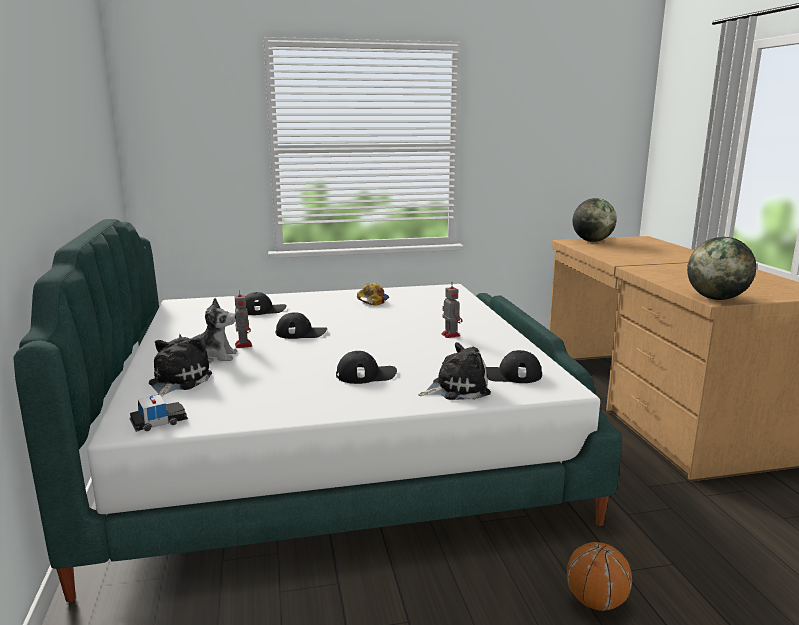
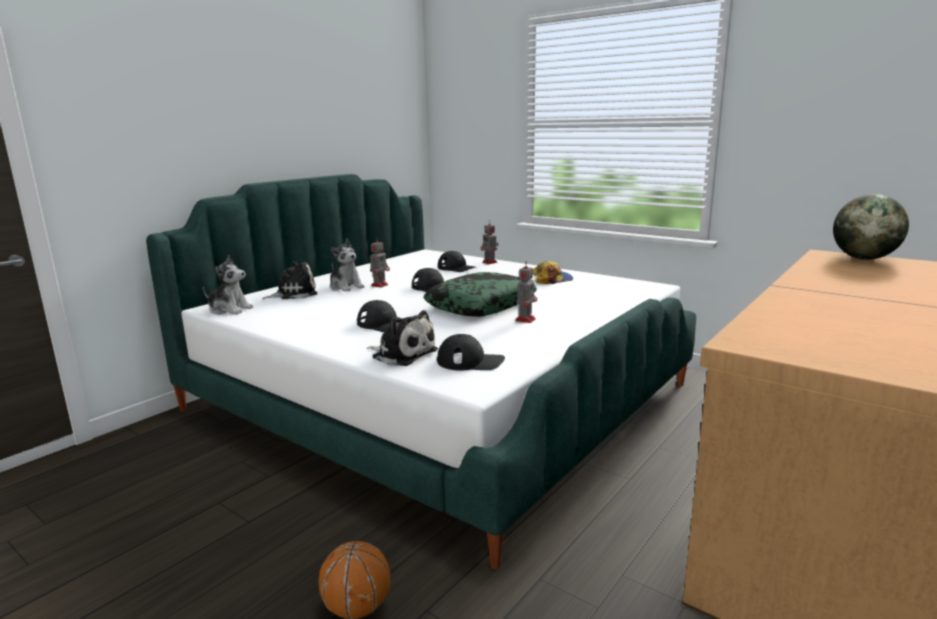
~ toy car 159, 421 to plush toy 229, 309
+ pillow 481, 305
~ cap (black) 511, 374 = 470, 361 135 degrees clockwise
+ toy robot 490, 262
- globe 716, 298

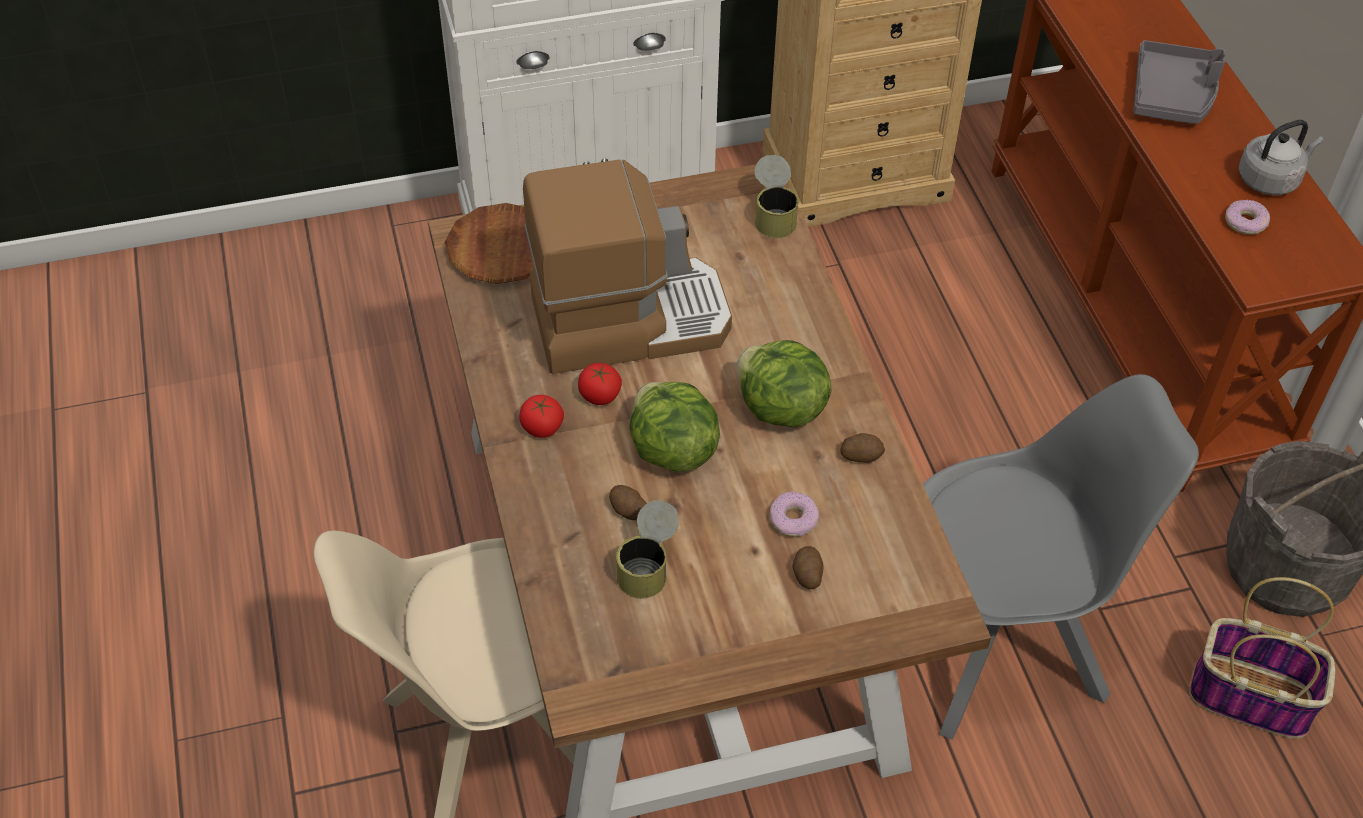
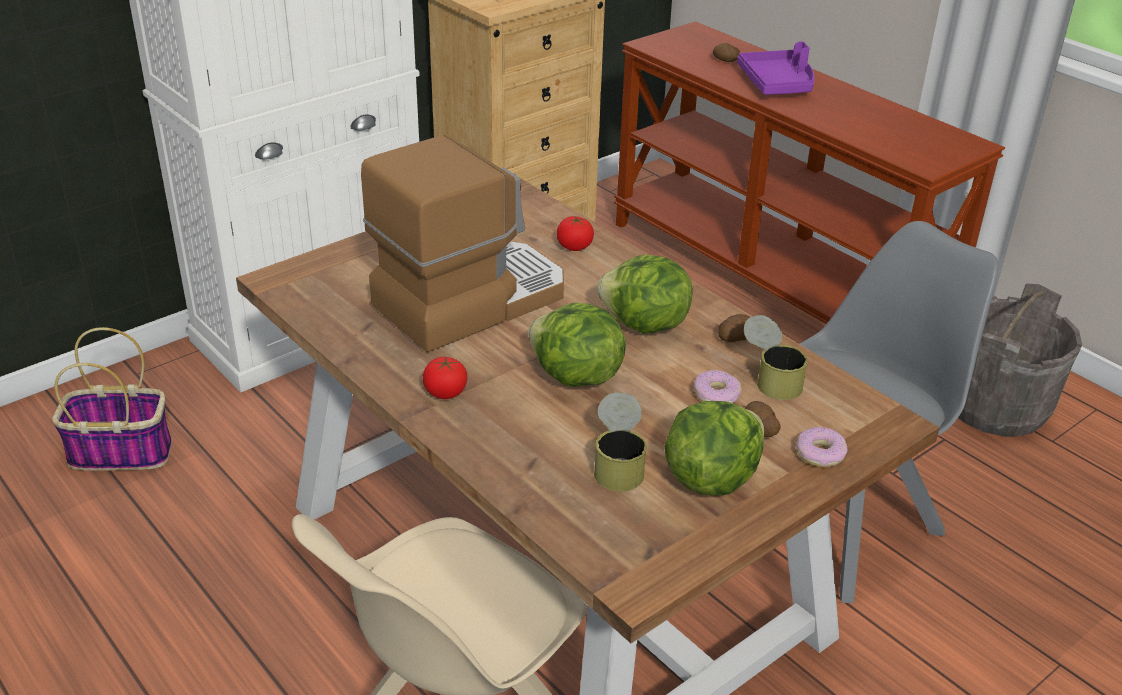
~ basket 1252, 697 to 123, 452
~ tomato 599, 395 to 574, 246
+ lettuce 710, 477
~ potato 627, 510 to 725, 60
~ tray (grey) 1173, 95 to tray (purple) 777, 84
~ can 774, 214 to 770, 378
~ donut 1245, 222 to 820, 454
- plate (brown) 502, 250
- kettle (grey) 1270, 179

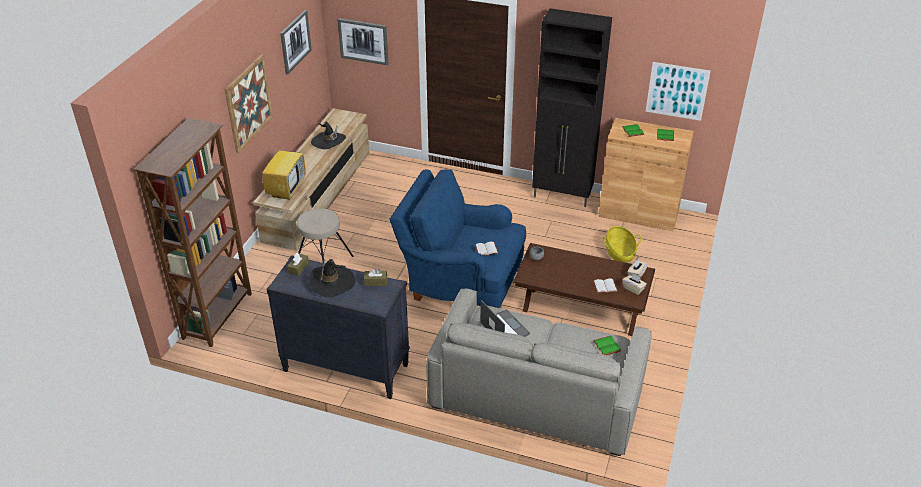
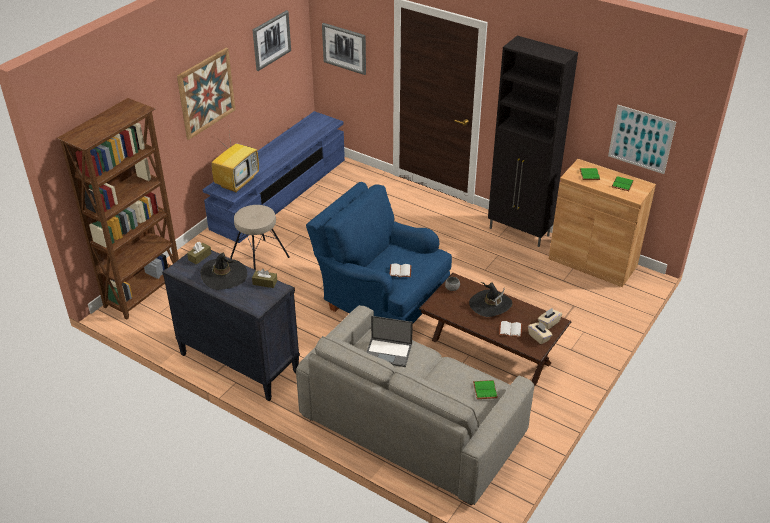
~ tv stand (beige) 318, 196 to tv stand (blue) 280, 194
~ laptop 504, 328 = 389, 352 120 degrees clockwise
~ hat (black) 328, 141 to 490, 305
- basket 619, 253

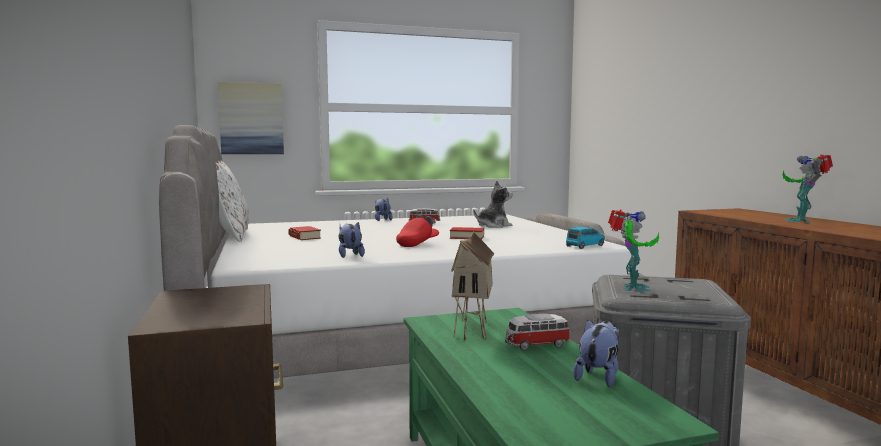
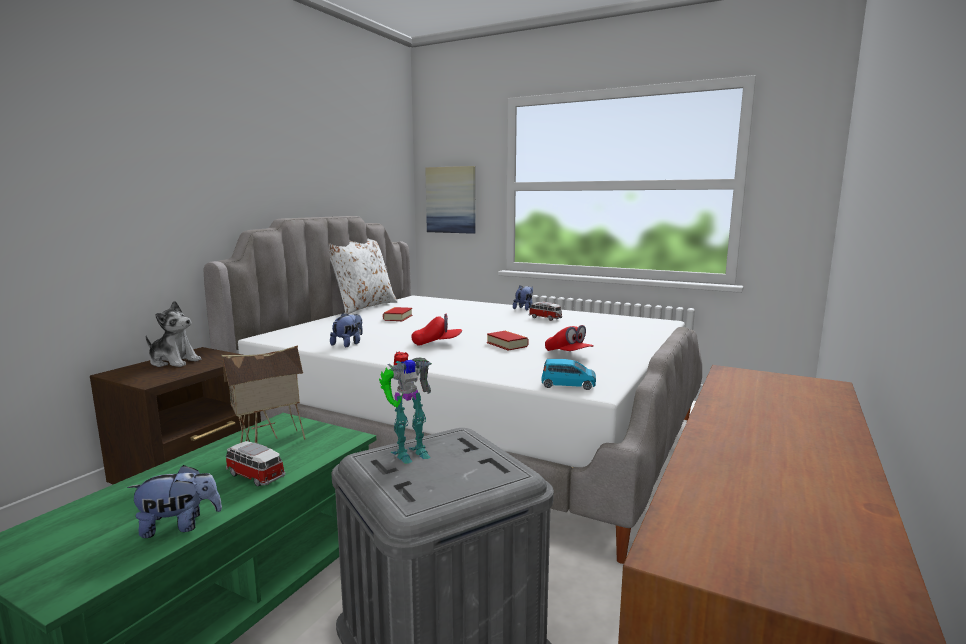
~ plush toy 493, 226 to 174, 361
+ cap (red) 568, 354
- toy robot 802, 221

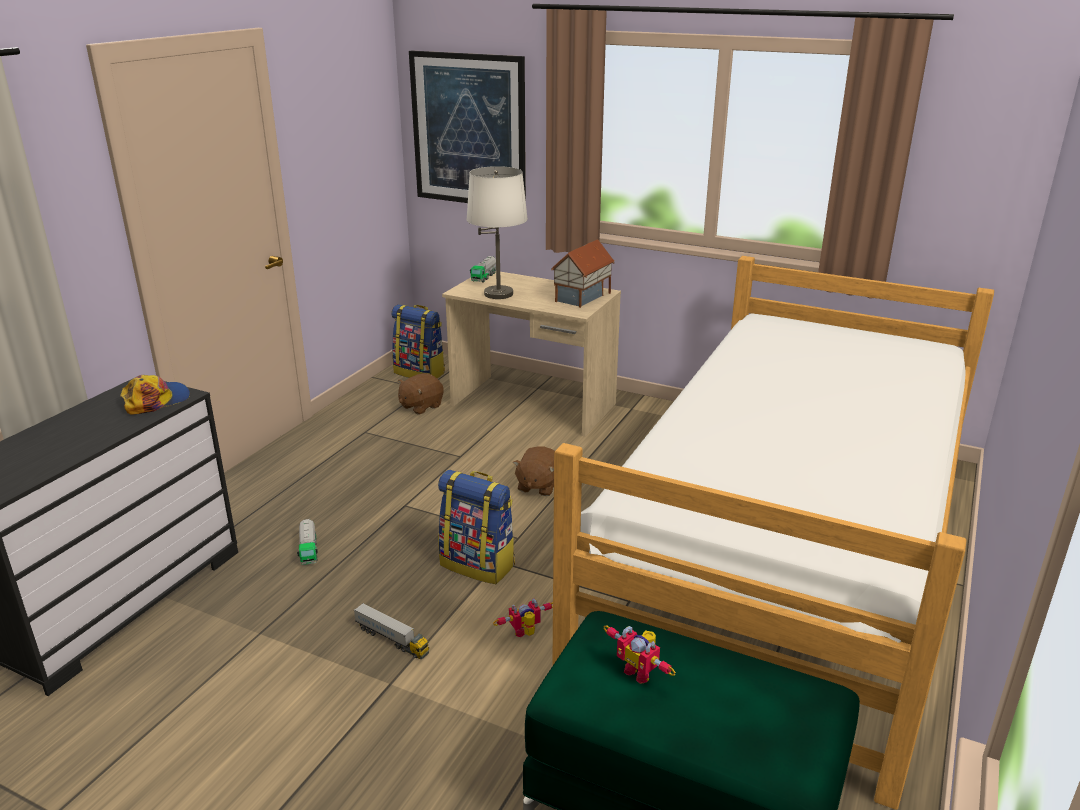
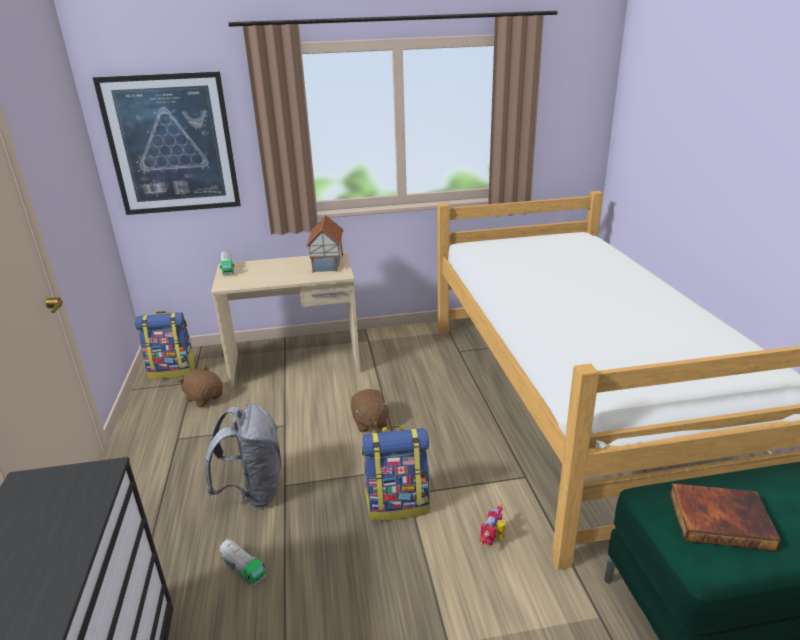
~ plush toy (brown) 420, 406 = 204, 398 120 degrees clockwise
+ backpack (grey) 253, 491
~ toy robot 640, 671 to book 720, 519
- cap 156, 400
- toy truck 392, 640
- table lamp (white) 498, 294

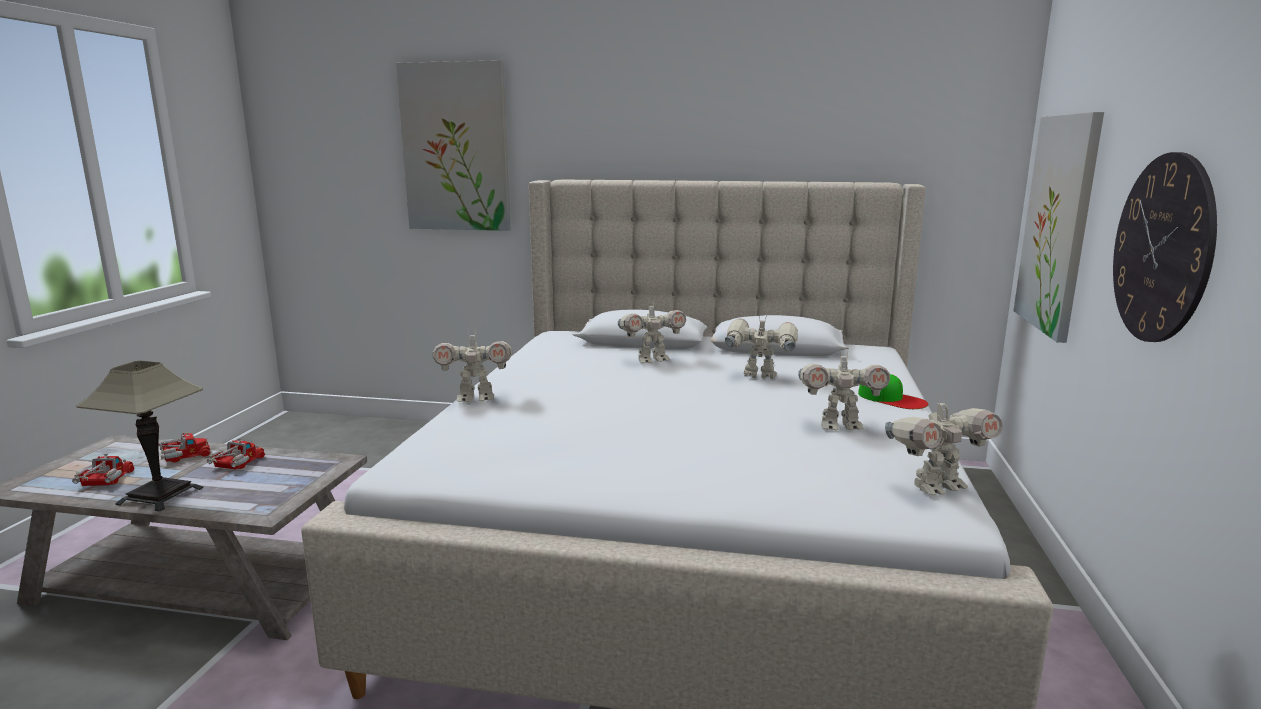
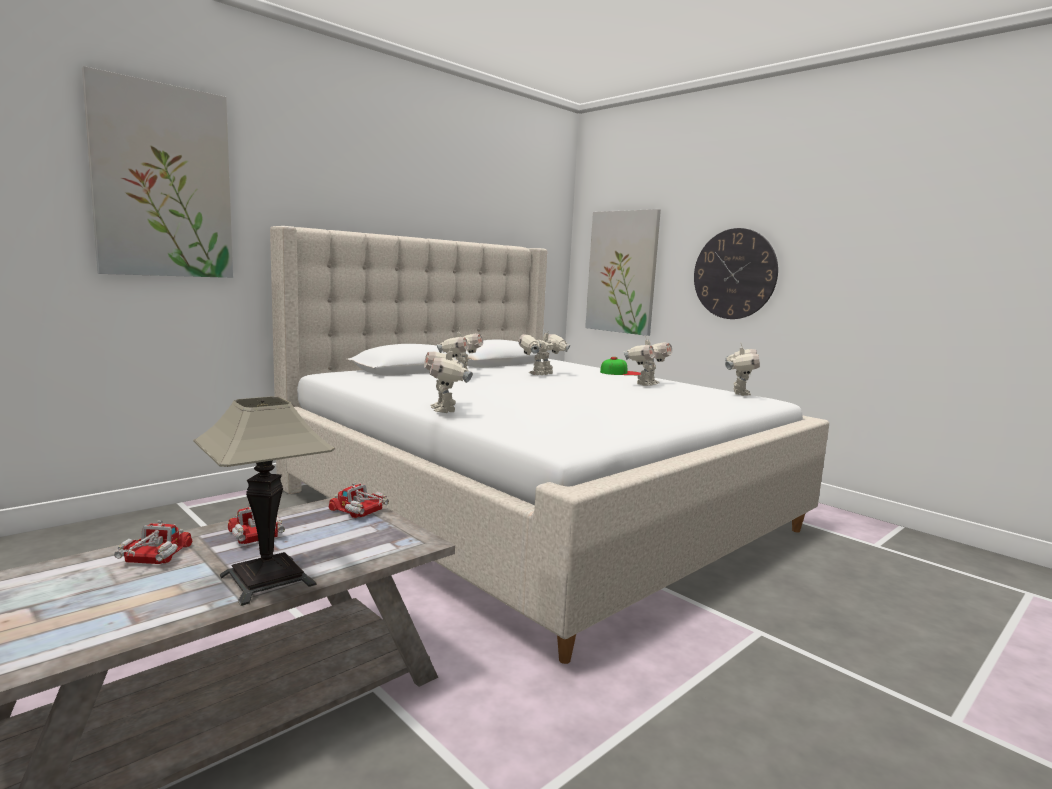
~ toy truck 104, 482 to 361, 512
~ toy robot 475, 398 = 445, 410 135 degrees clockwise

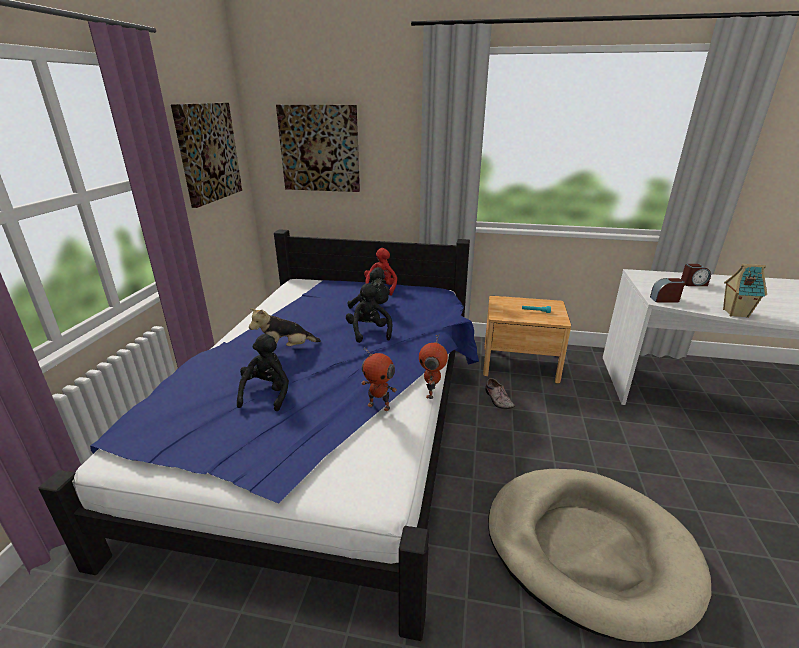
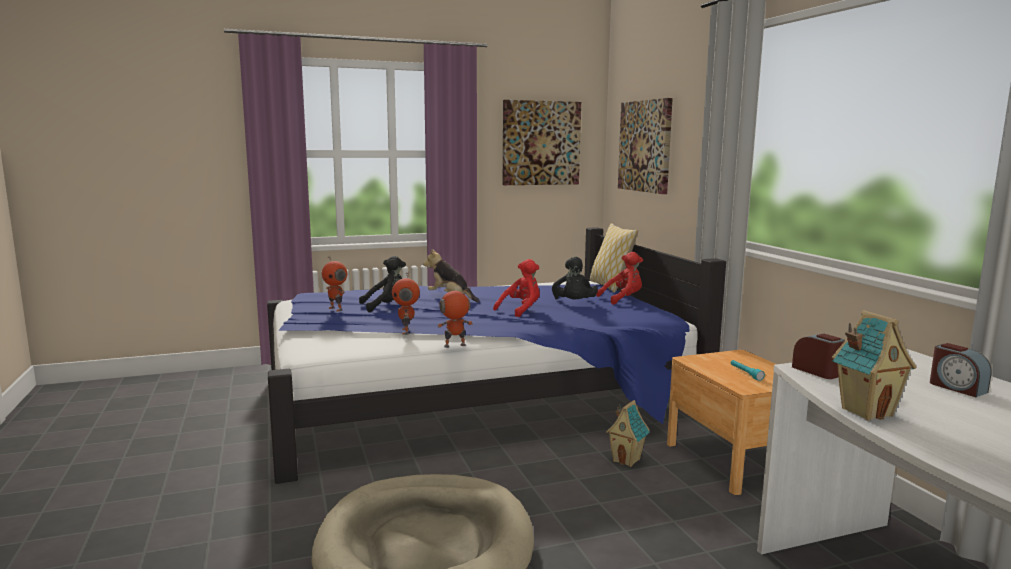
+ toy robot 336, 309
~ plush toy (black) 369, 332 to plush toy (red) 521, 311
+ pillow 610, 286
~ shoe 497, 399 to toy house 627, 460

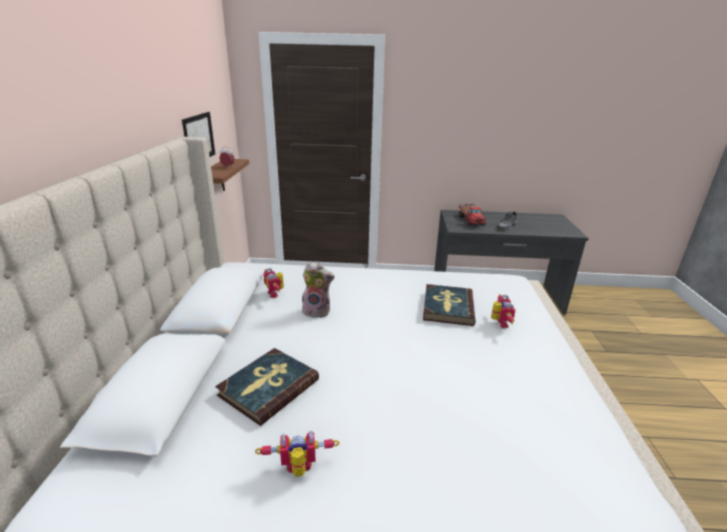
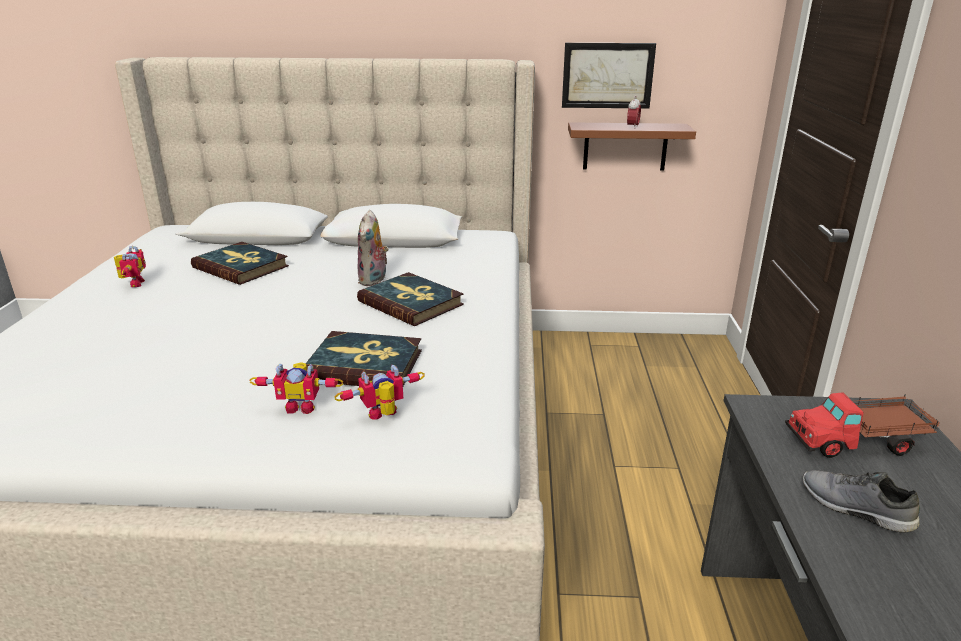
~ toy robot 275, 293 to 384, 416
+ book 411, 303

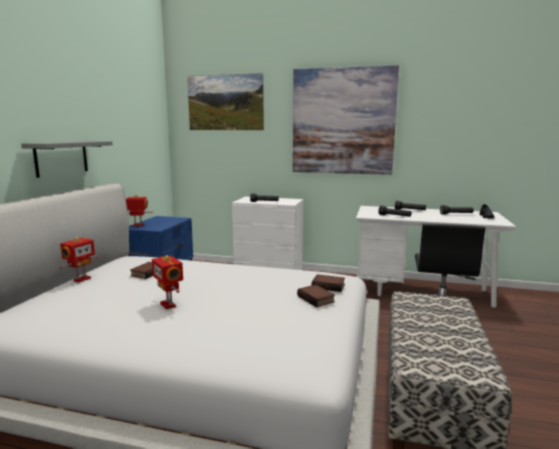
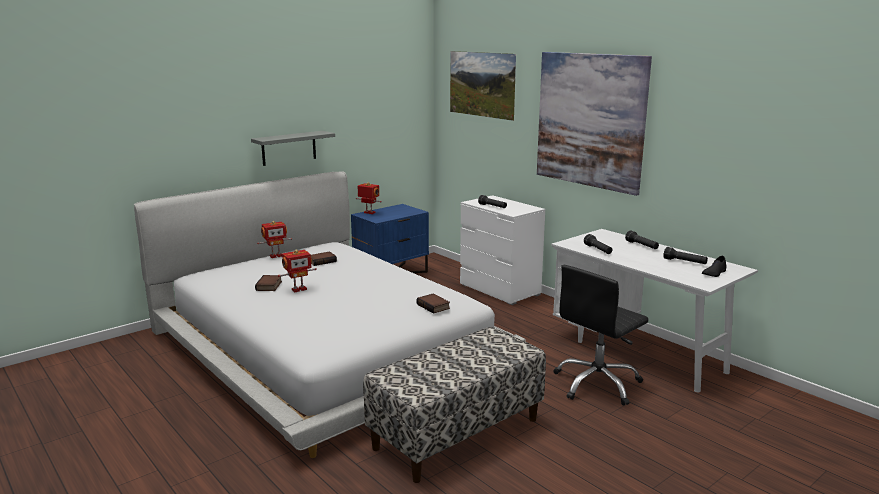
~ book 317, 299 to 269, 286
~ toy robot 169, 305 = 298, 289 120 degrees counterclockwise

